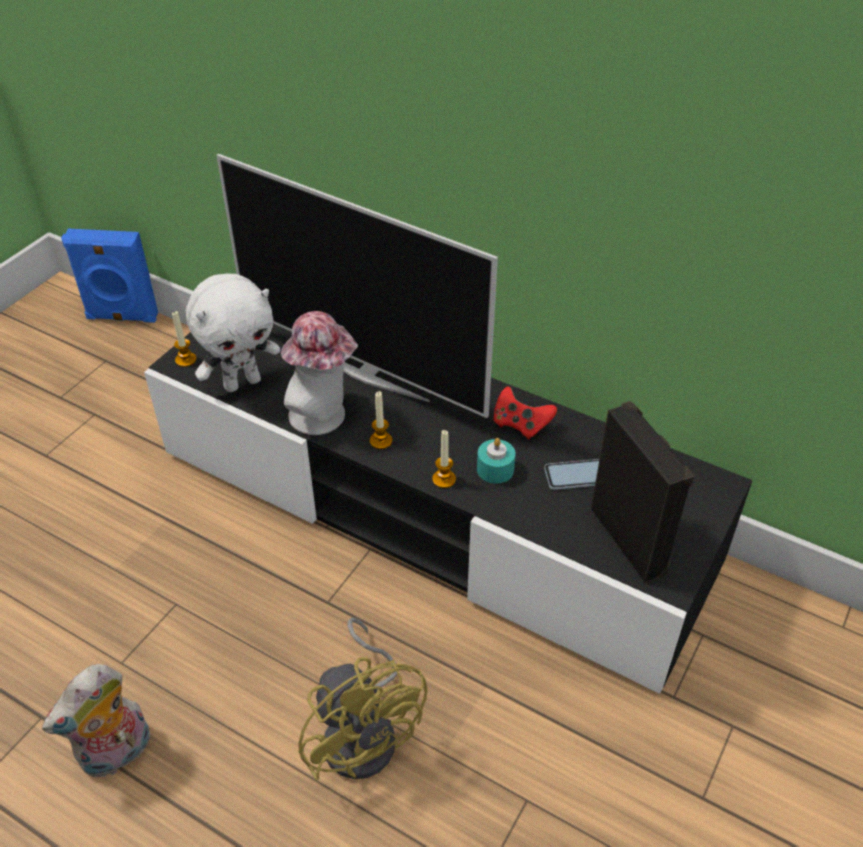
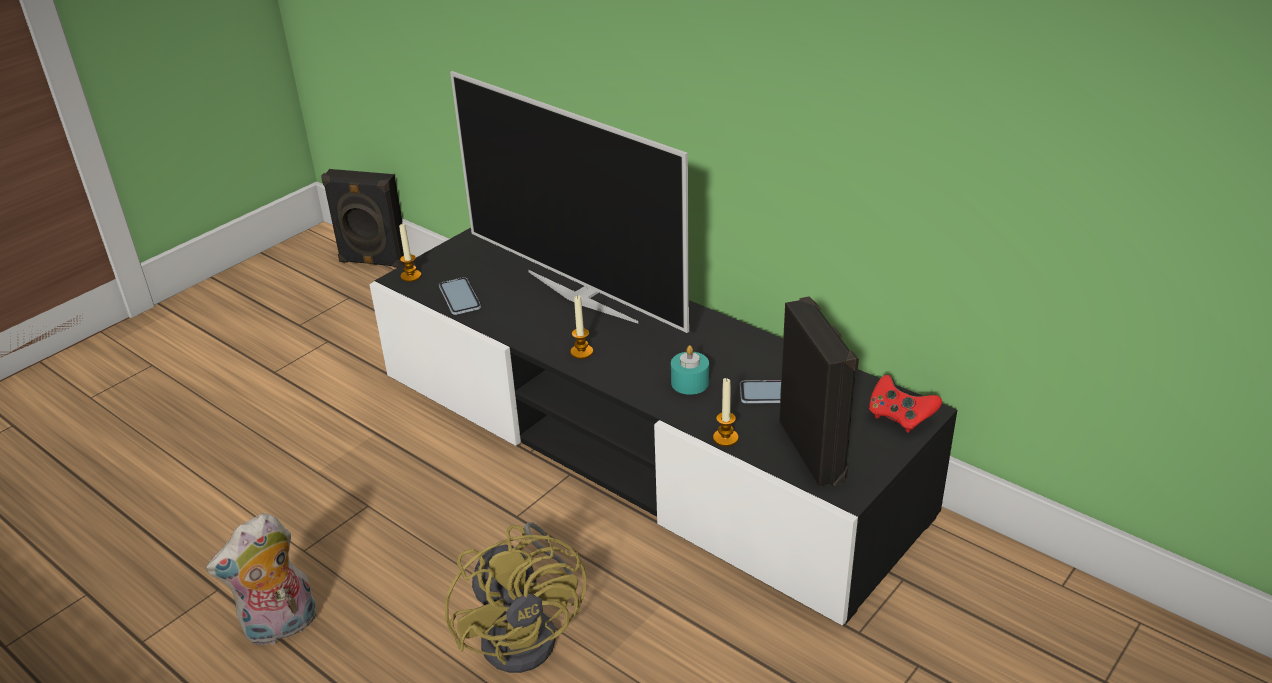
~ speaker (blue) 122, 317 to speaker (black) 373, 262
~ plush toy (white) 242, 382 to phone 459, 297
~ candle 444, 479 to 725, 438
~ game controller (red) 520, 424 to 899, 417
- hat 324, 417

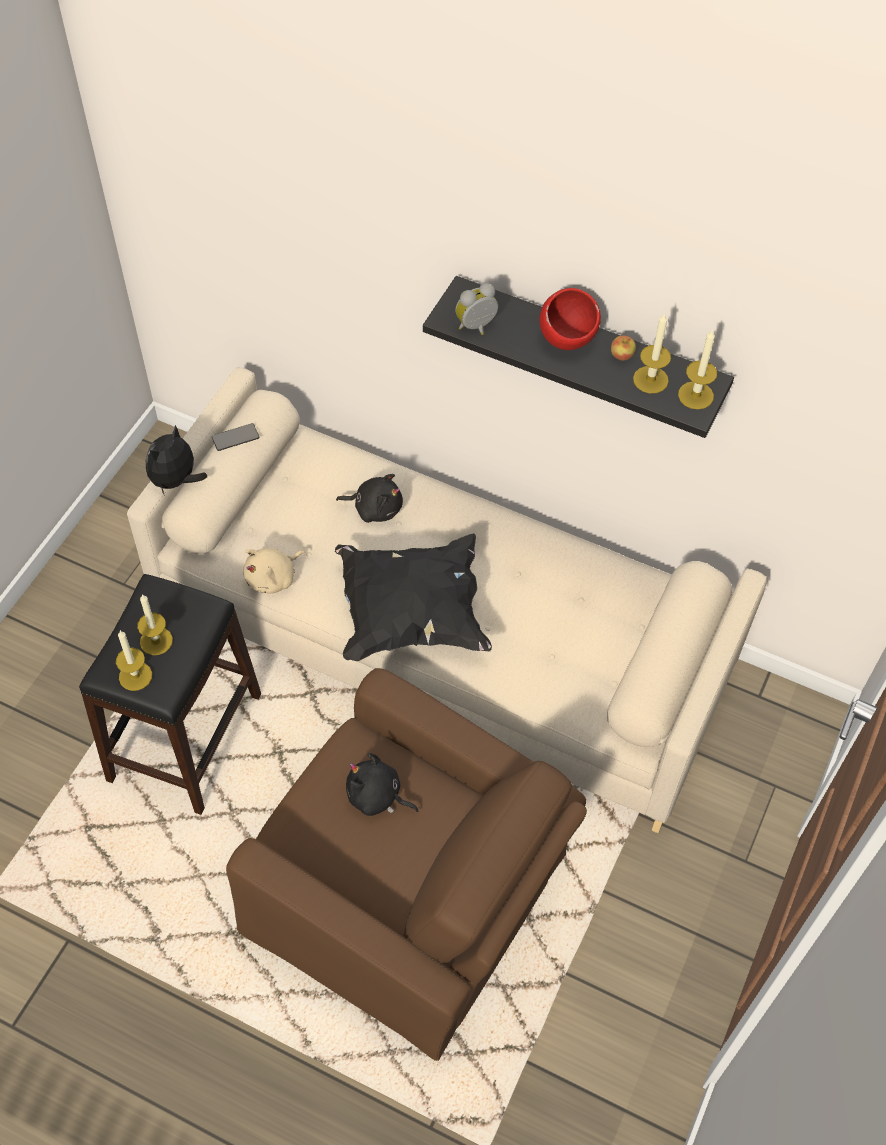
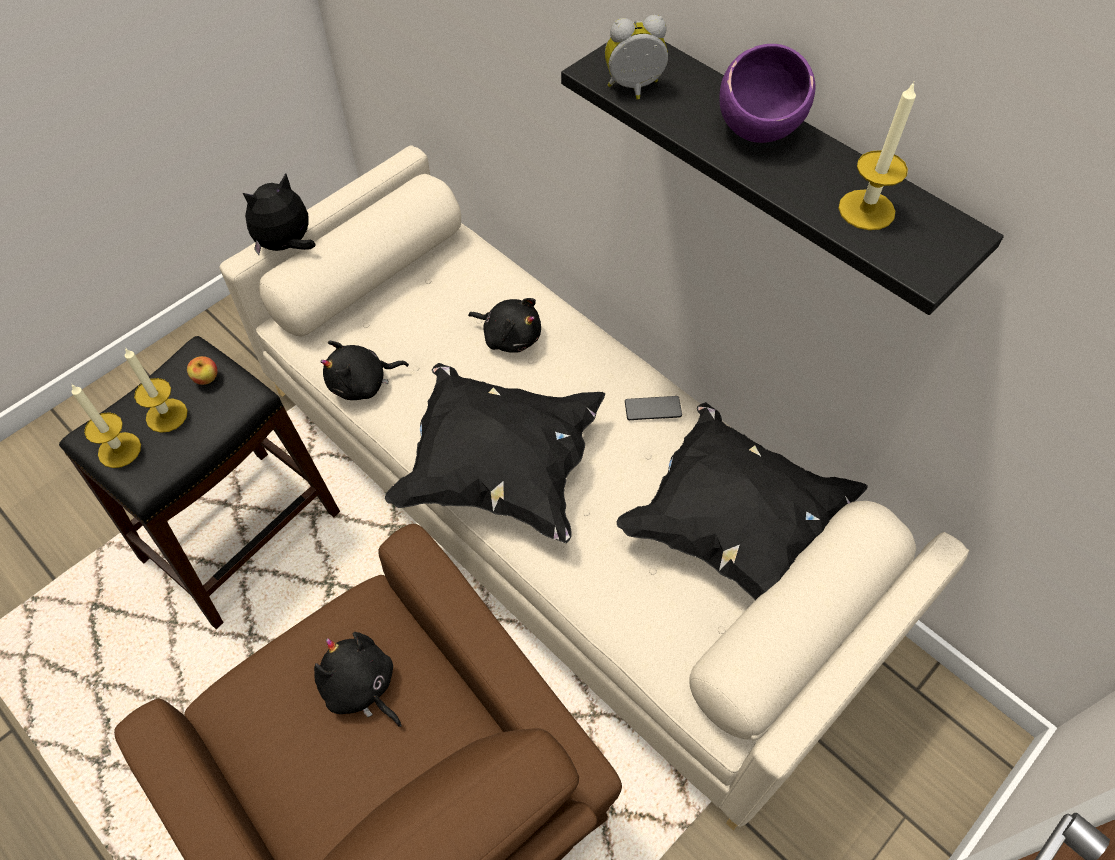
~ apple 621, 356 to 206, 378
~ plush toy (beige) 273, 578 to plush toy (black) 362, 383
+ pillow (black) 734, 527
~ phone 235, 438 to 653, 409
~ bowl (red) 567, 338 to bowl (purple) 758, 129
- candle 695, 395

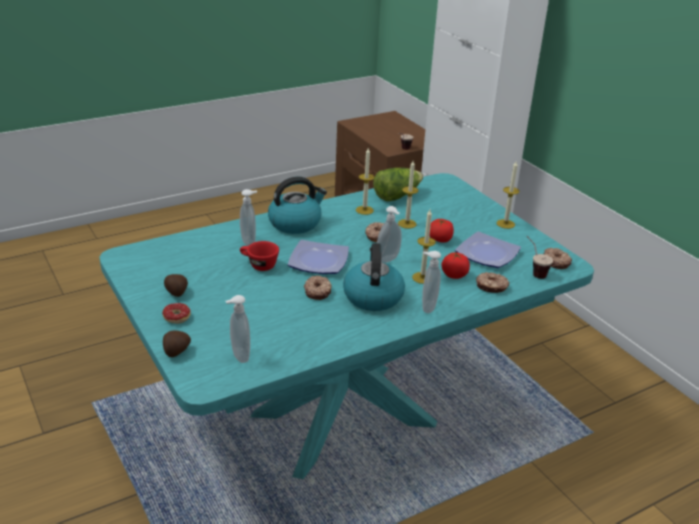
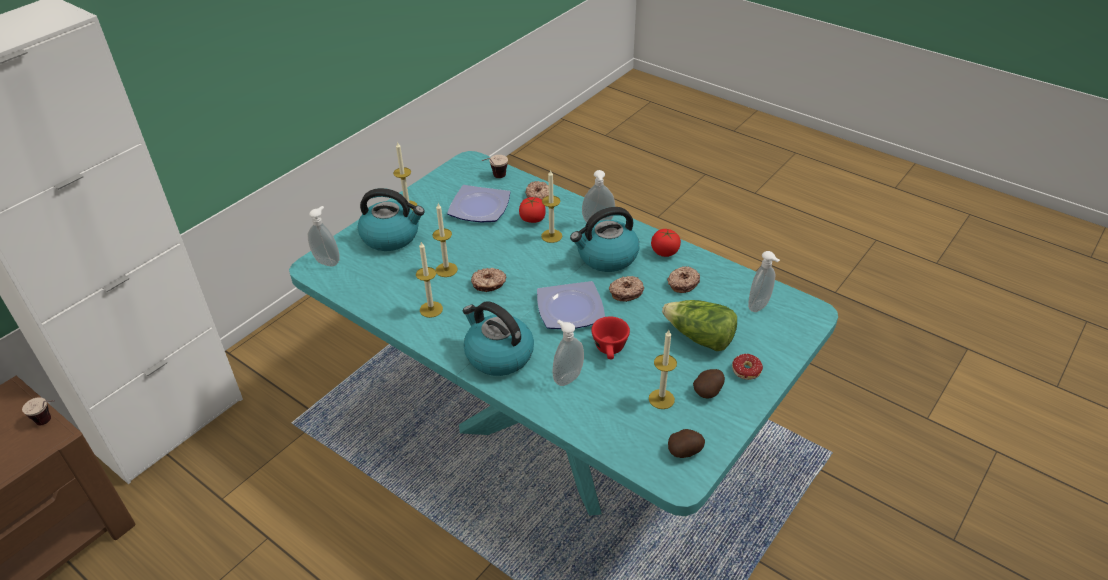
~ soap dispenser 388, 260 to 328, 261
+ kettle 391, 236
+ candle 661, 399
~ tomato 440, 239 to 664, 252
~ lettuce 396, 195 to 699, 338
~ donut 556, 262 to 682, 283
~ potato 176, 352 to 685, 451

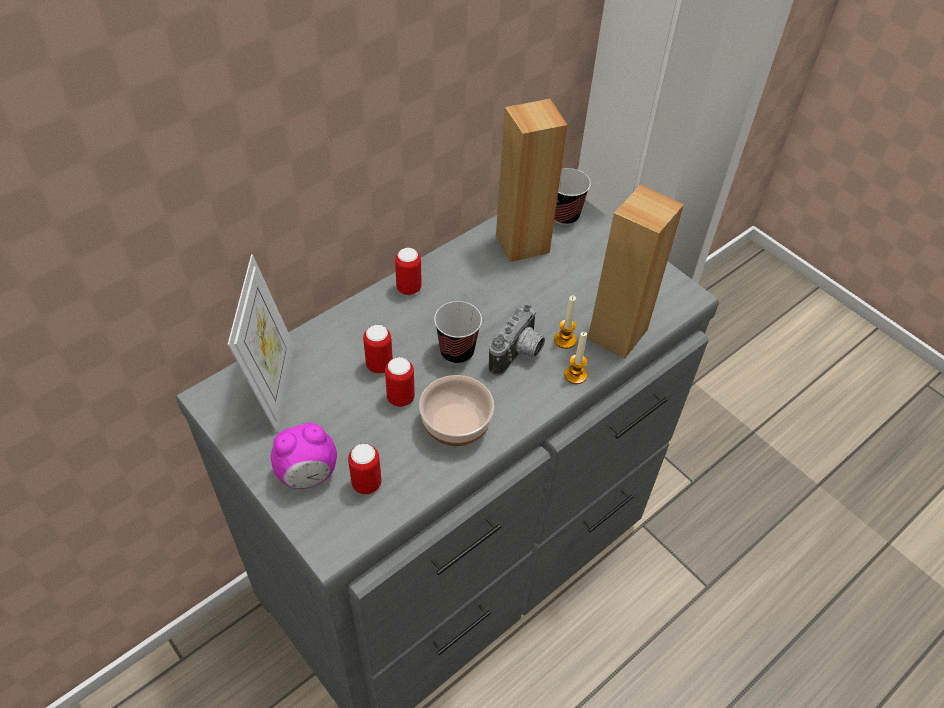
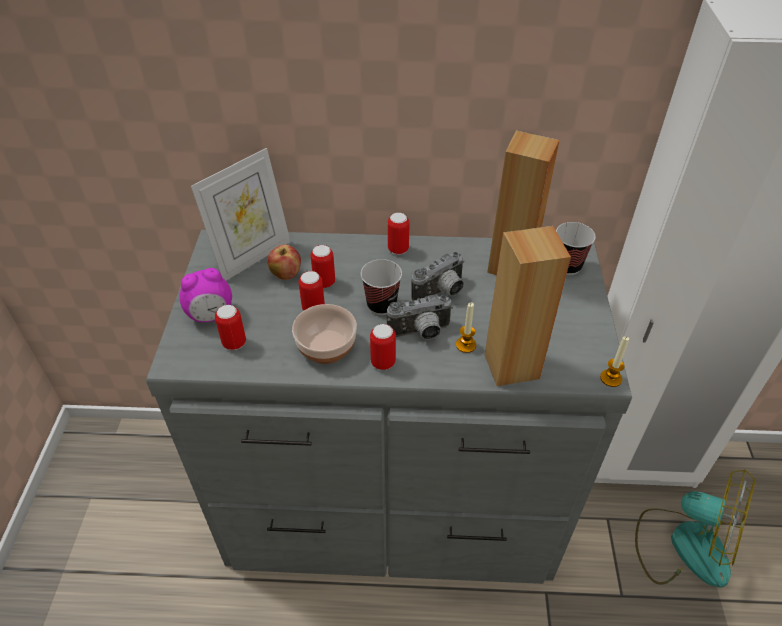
~ alarm clock 308, 474 = 211, 315 45 degrees counterclockwise
+ apple 286, 274
+ can 383, 362
+ photo camera 441, 293
~ candle 575, 375 to 610, 378
+ fan 684, 545

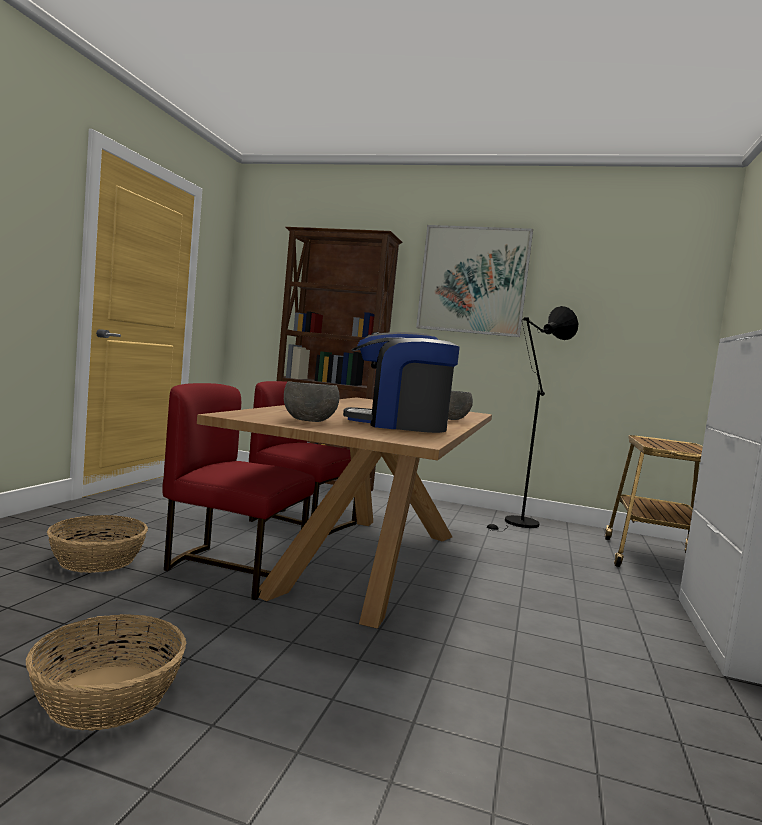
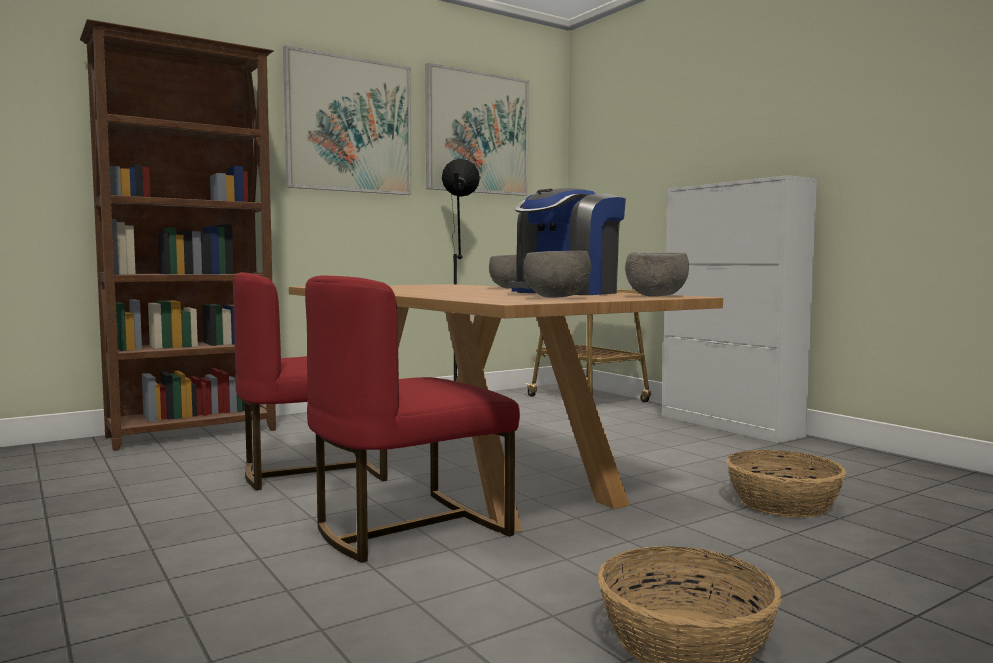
+ picture 477, 133
+ bowl (grey) 655, 296
~ basket 97, 560 to 784, 503

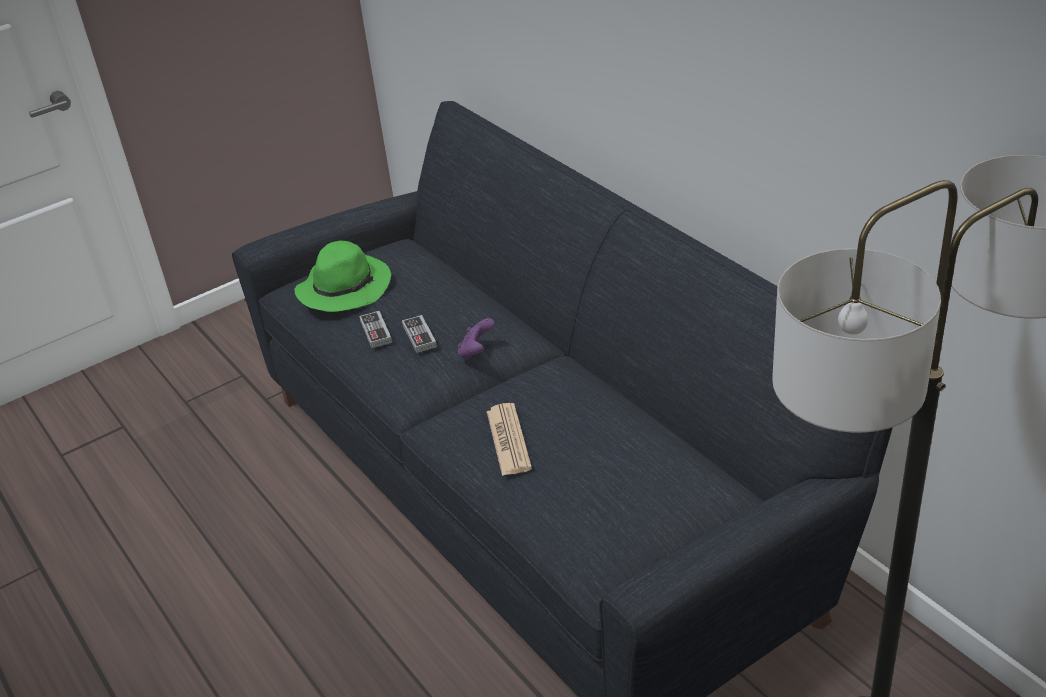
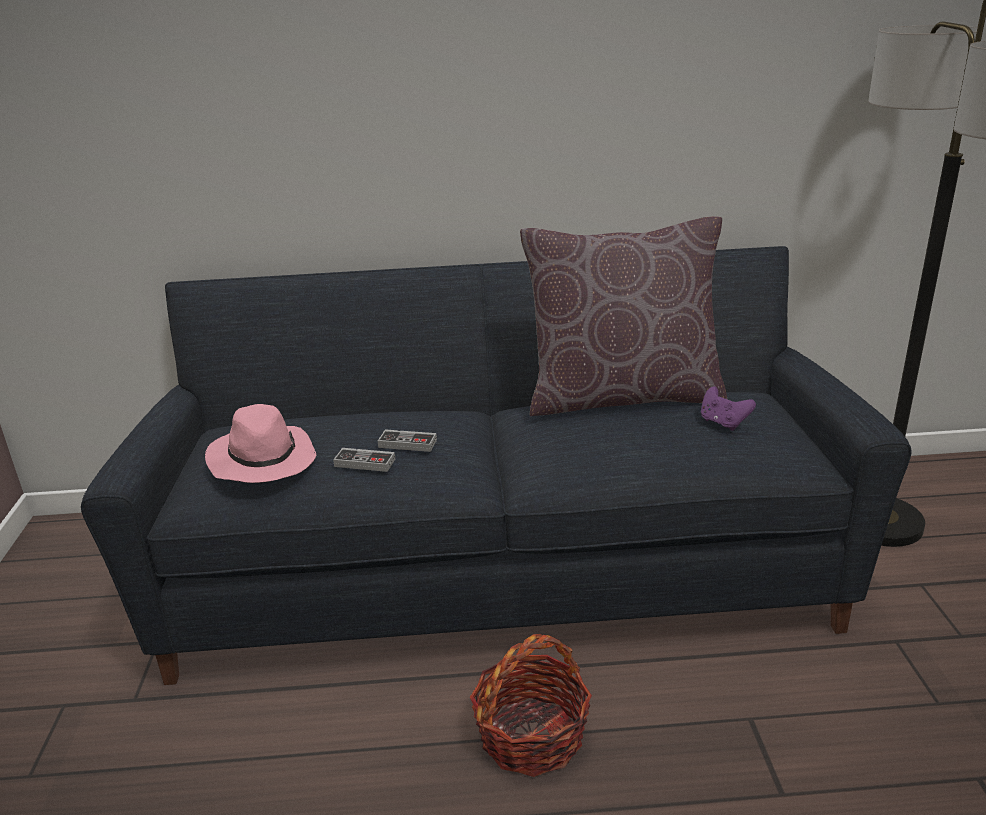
~ hat (green) 345, 287 to hat (pink) 262, 460
+ basket 531, 735
+ pillow (brown) 622, 396
~ game controller (purple) 476, 352 to 723, 423
- newspaper 508, 440

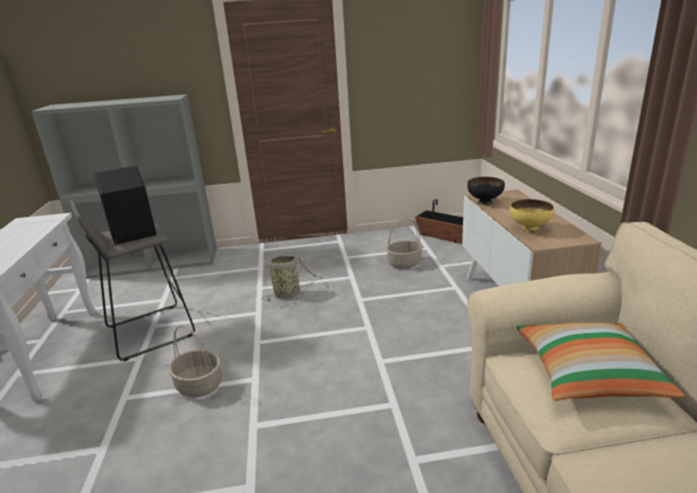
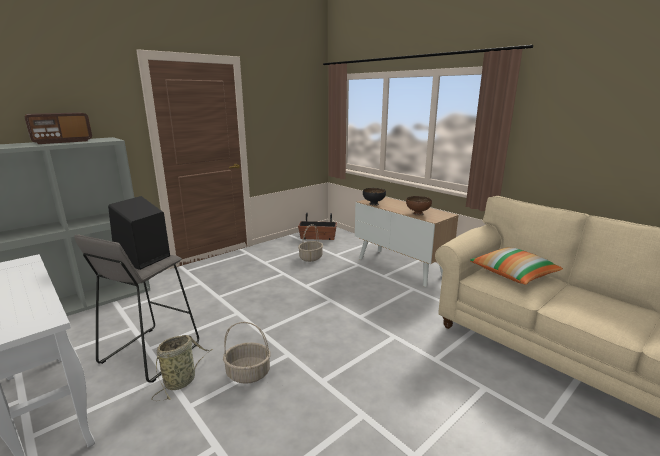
+ radio 62, 141
~ basket 289, 294 to 182, 380
~ bowl (yellow) 529, 229 to bowl (brown) 417, 213

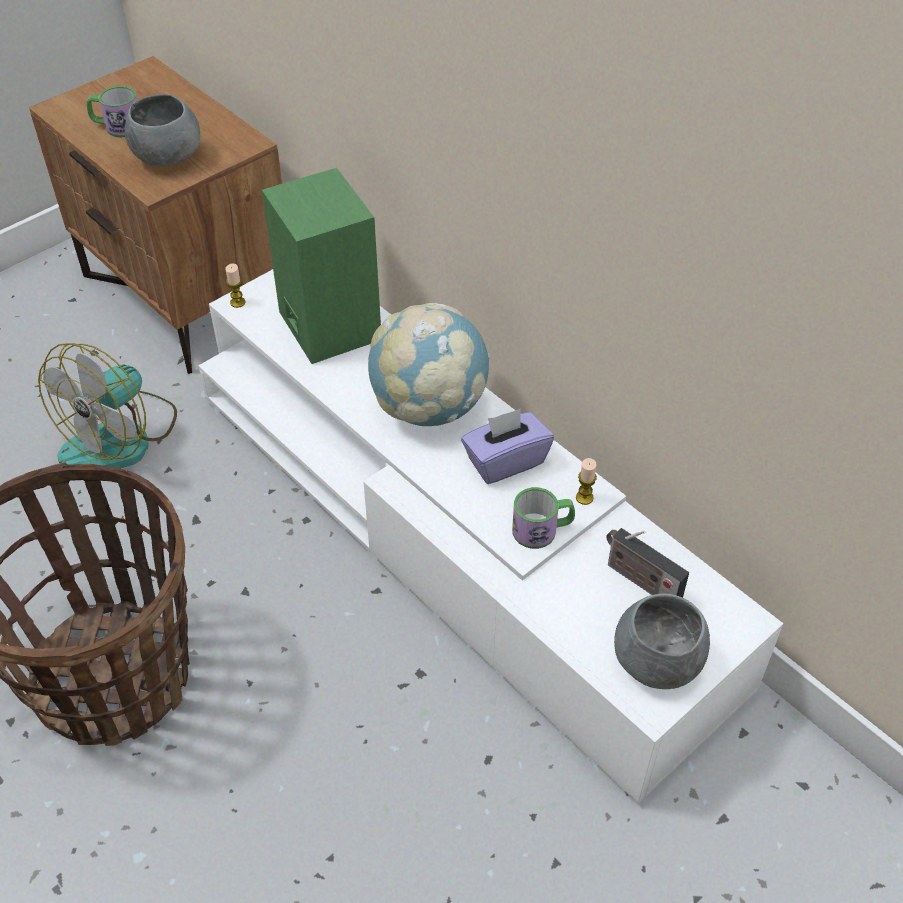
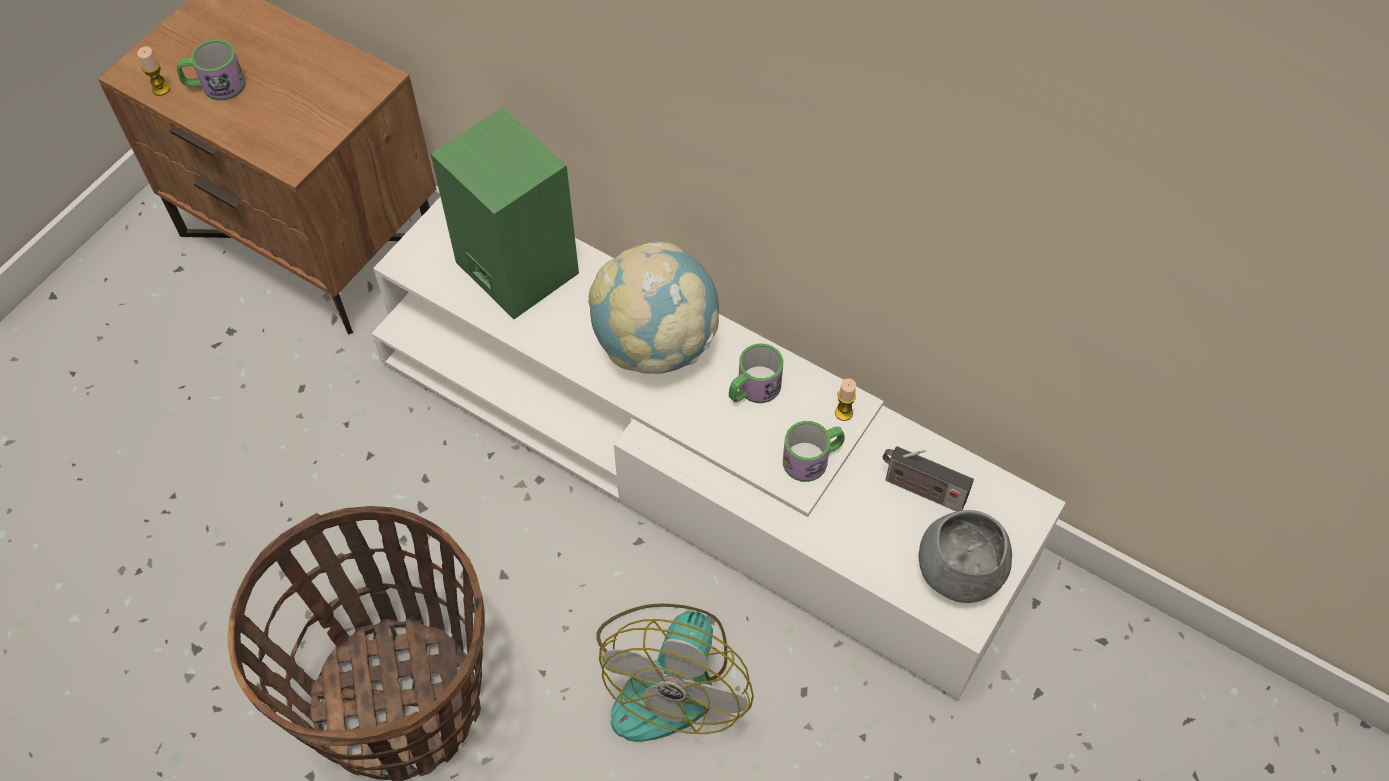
~ candle 237, 302 to 161, 89
~ fan 121, 436 to 671, 676
~ tissue box (purple) 505, 461 to mug 753, 389
- bowl (grey) 167, 157

